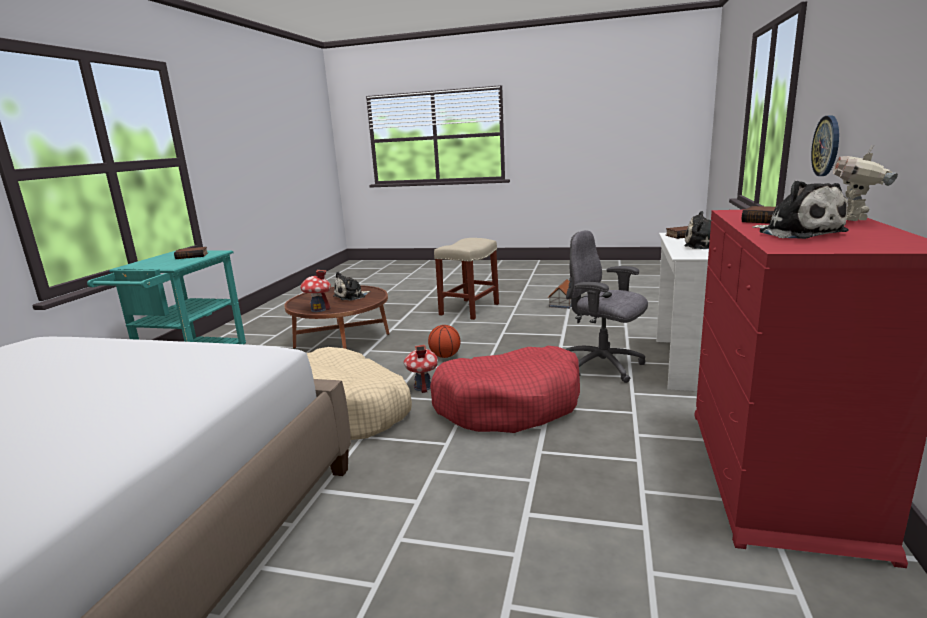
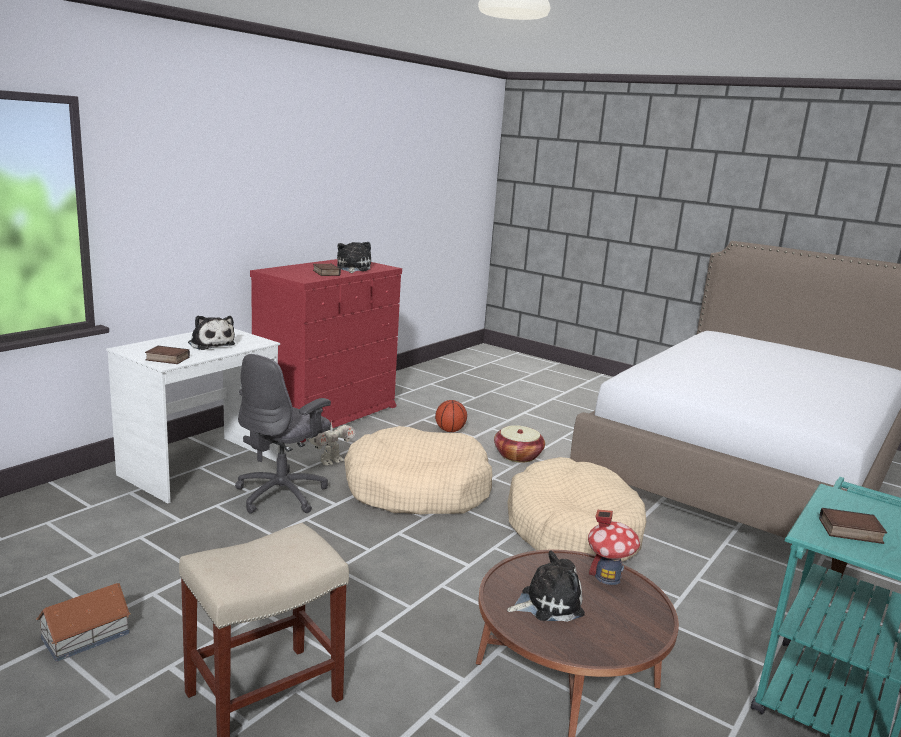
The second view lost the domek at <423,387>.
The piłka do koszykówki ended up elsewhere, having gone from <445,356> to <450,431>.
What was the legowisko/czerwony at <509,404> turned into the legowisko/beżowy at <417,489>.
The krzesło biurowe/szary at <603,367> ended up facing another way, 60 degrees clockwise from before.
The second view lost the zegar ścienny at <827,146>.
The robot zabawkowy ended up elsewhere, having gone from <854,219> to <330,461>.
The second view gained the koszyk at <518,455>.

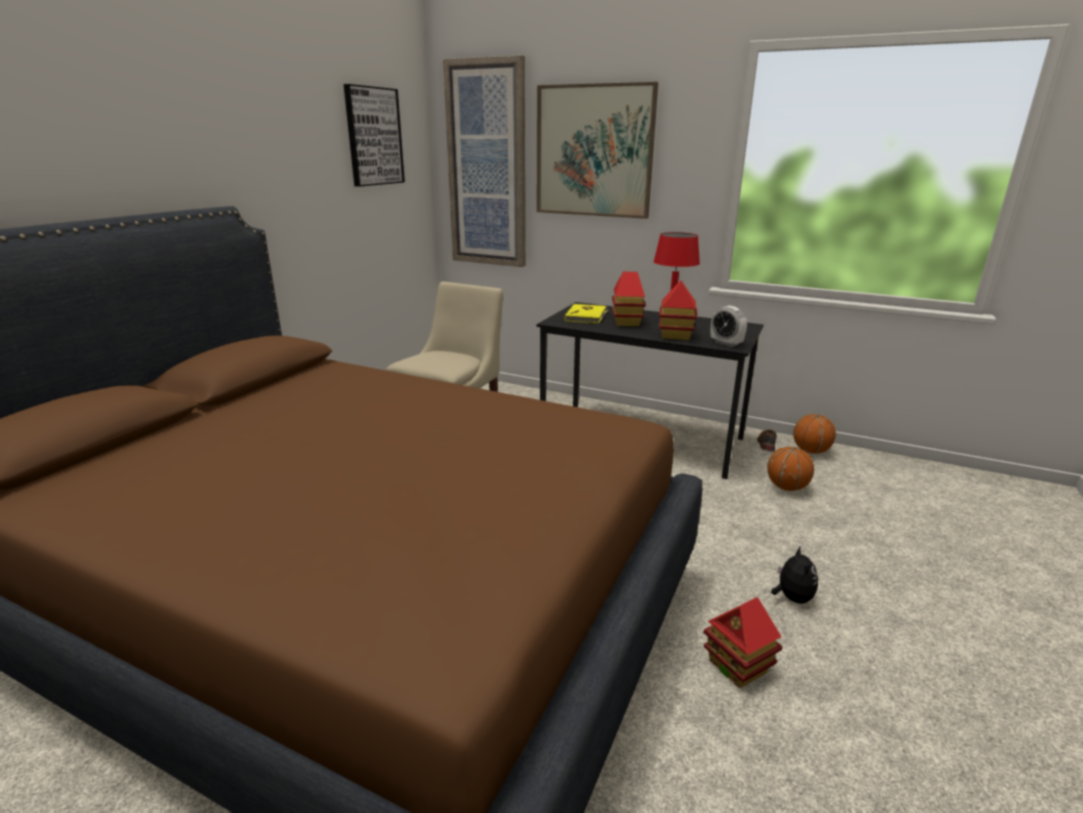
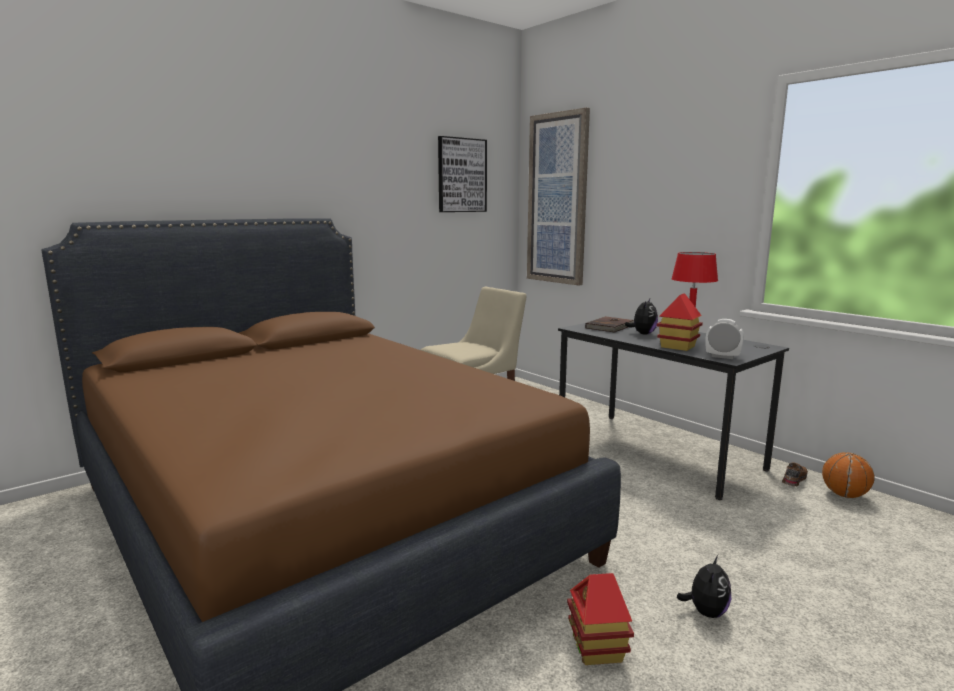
The second view lost the obraz at <594,151>.
What was the książka/żółty at <586,316> turned into the książka/brązowy at <610,327>.
Where the domek stood at <626,322>, the pluszak came to stand at <643,334>.
The budzik at <726,343> ended up facing another way, 135 degrees clockwise from before.
The second view lost the piłka do koszykówki at <786,487>.

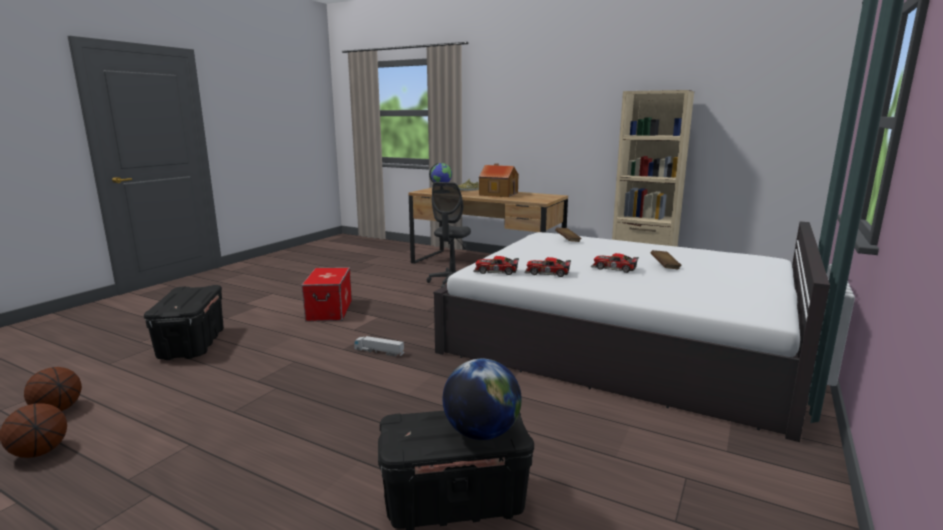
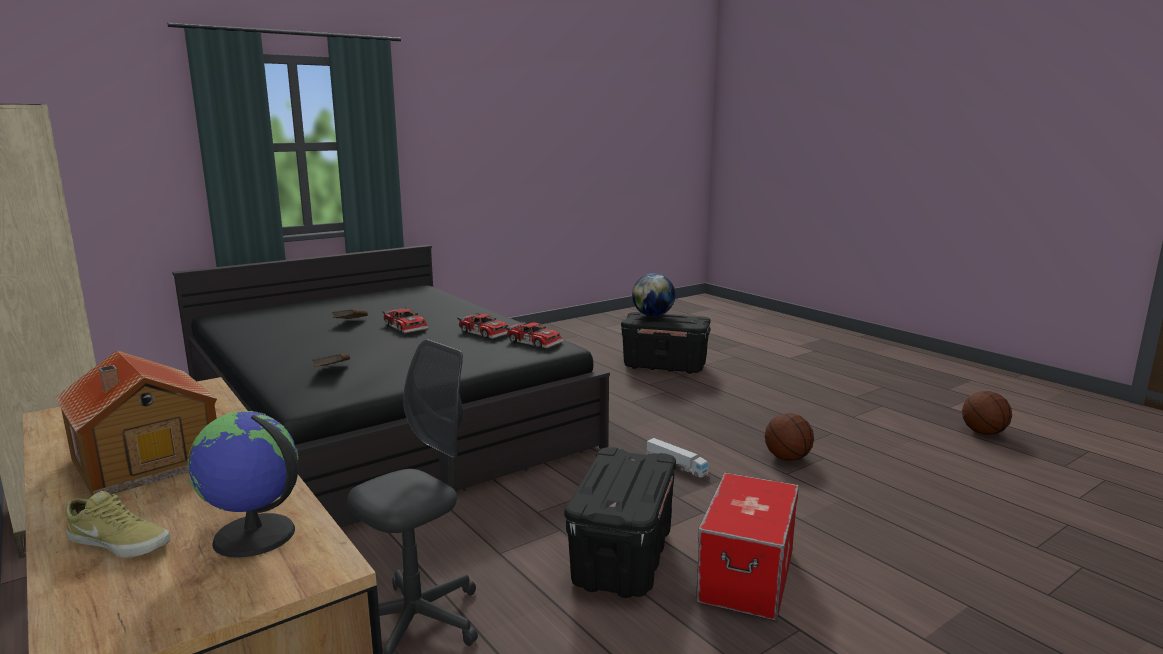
The piłka do koszykówki ended up elsewhere, having gone from <57,409> to <788,458>.
The pojemnik do przechowywania/czarny ended up elsewhere, having gone from <192,345> to <622,557>.
What was the łóżko/biały at <623,340> turned into the łóżko/czarny at <383,422>.

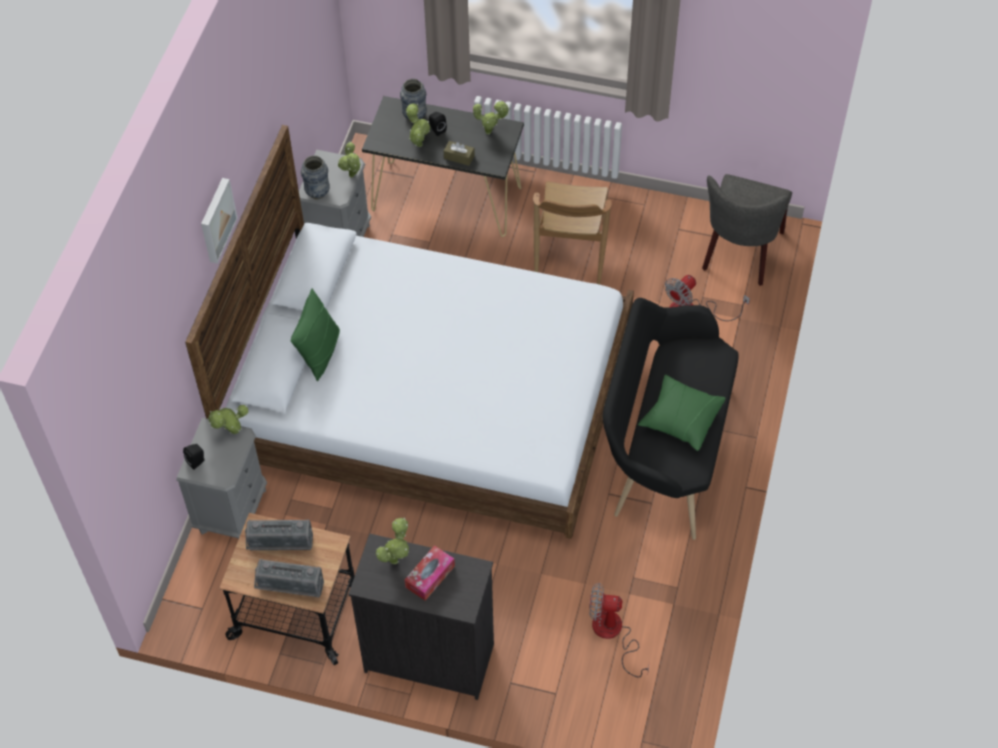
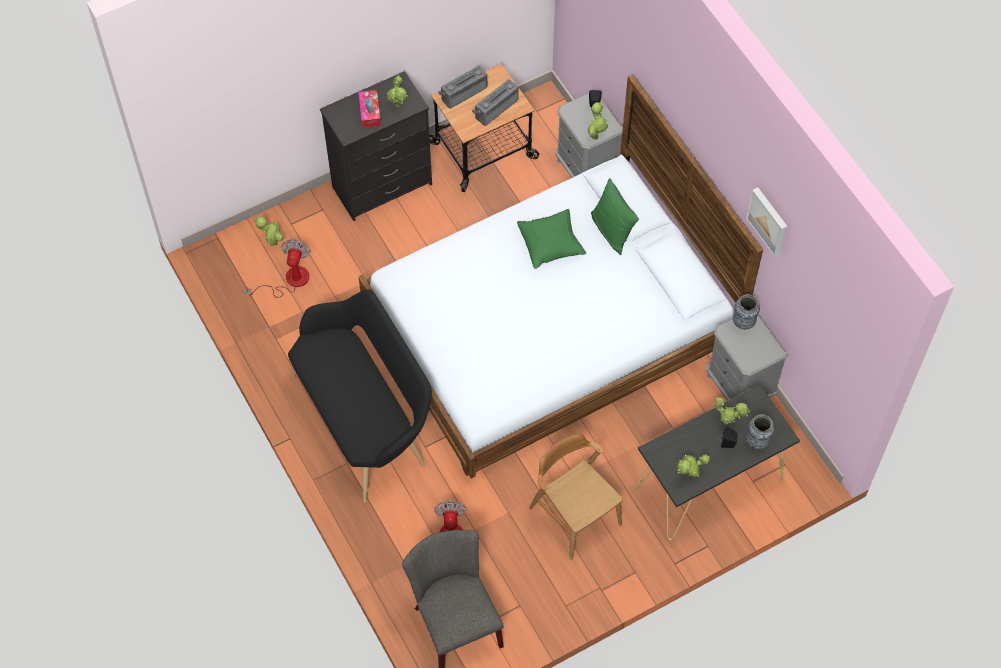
The obraz ended up elsewhere, having gone from <216,220> to <769,220>.
The roślina doniczkowa ended up elsewhere, having gone from <352,177> to <273,243>.
The second view lost the pudełko chusteczek/brązowy at <459,157>.
The wentylator at <613,634> ended up facing another way, 45 degrees counterclockwise from before.
The poduszka/zielony ended up elsewhere, having gone from <681,419> to <551,244>.

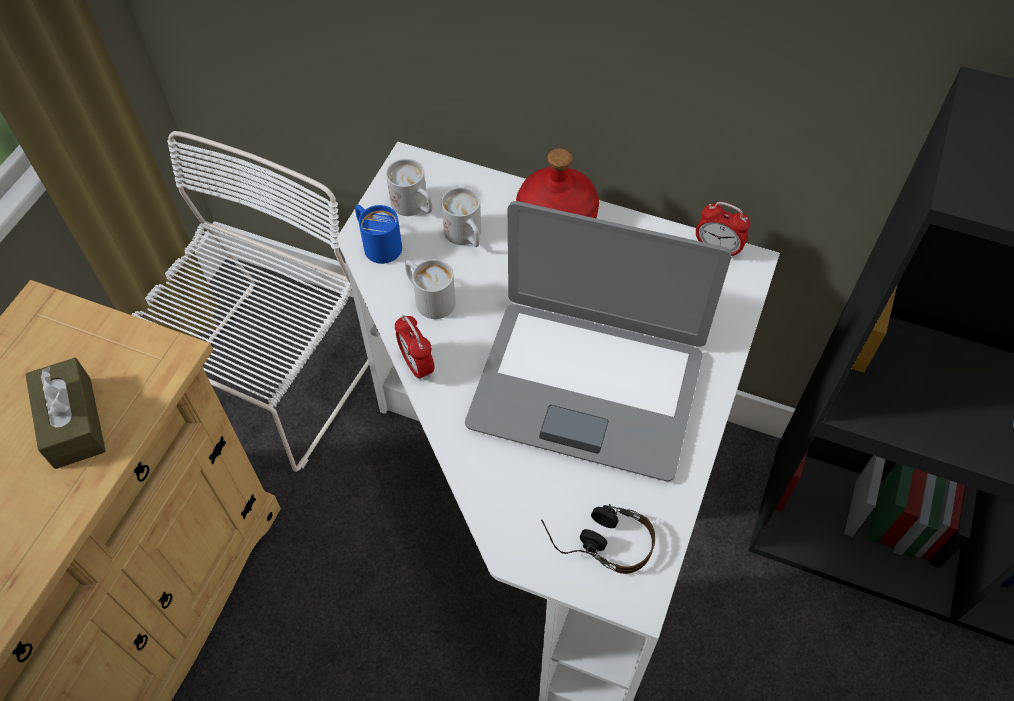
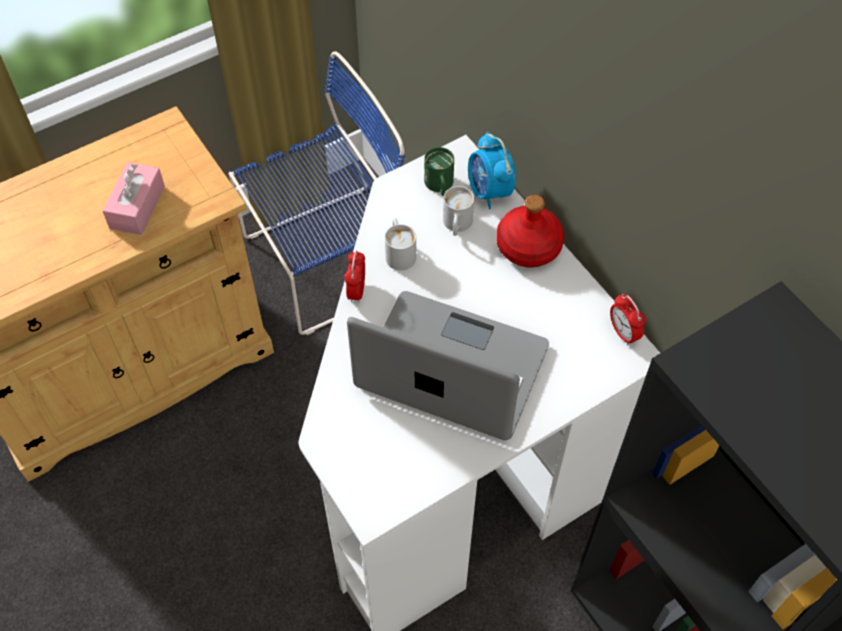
What was the pudełko chusteczek/brązowy at <73,422> turned into the pudełko chusteczek/różowy at <137,207>.
What was the krzesło/biały at <269,379> turned into the krzesło/niebieski at <329,261>.
The second view lost the kubek/niebieski at <377,244>.
What was the kubek/biały at <414,207> turned into the kubek/zielony at <440,186>.
The laptop at <587,386> ended up facing another way, 150 degrees clockwise from before.
The second view lost the słuchawki at <598,539>.
The second view gained the budzik at <489,192>.

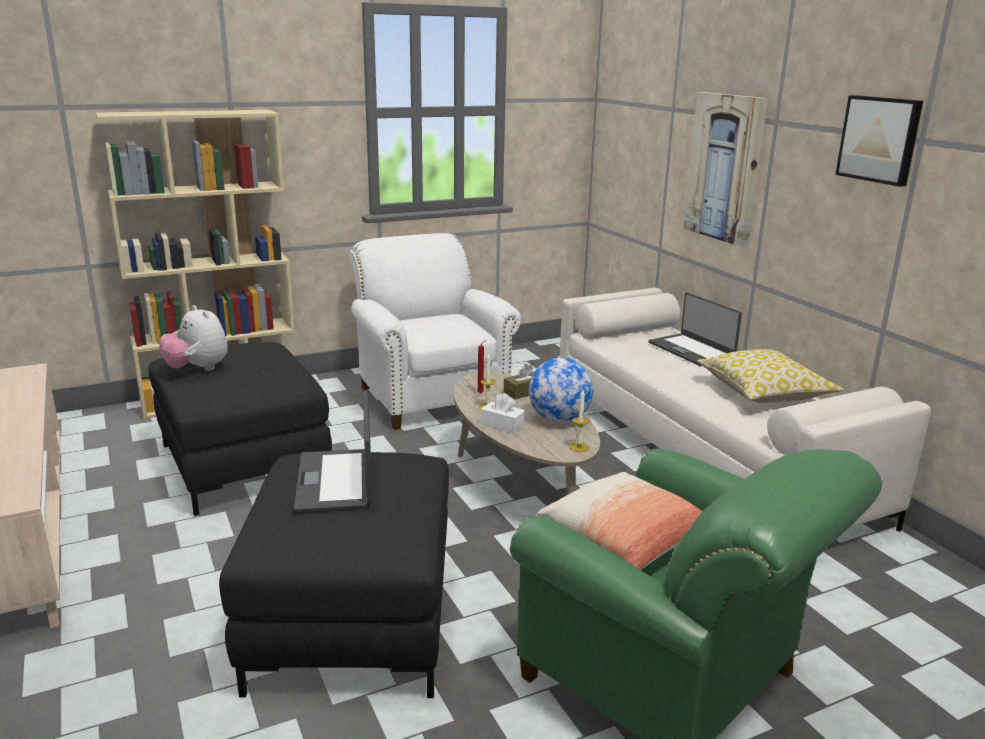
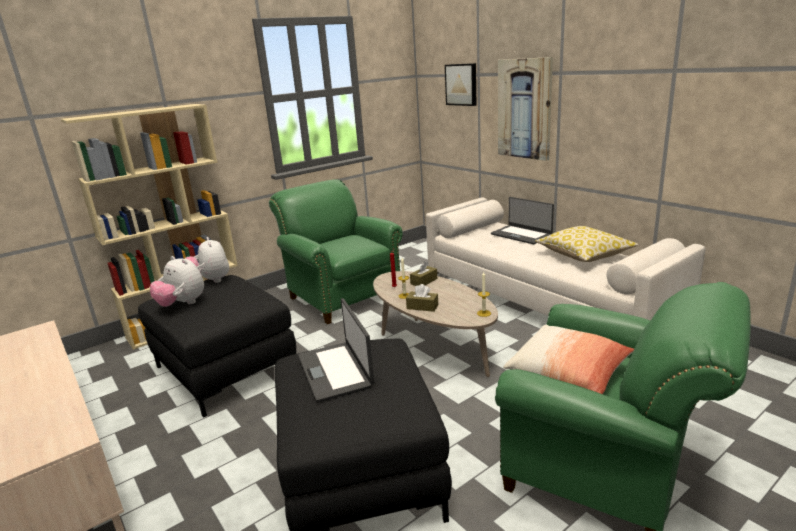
What was the fotel/biały at <429,395> turned into the fotel/zielony at <341,295>.
What was the pudełko chusteczek/biały at <502,425> turned into the pudełko chusteczek/brązowy at <422,307>.
The second view lost the globus at <559,419>.
The obraz ended up elsewhere, having gone from <880,139> to <462,84>.
The second view gained the pluszak at <210,281>.

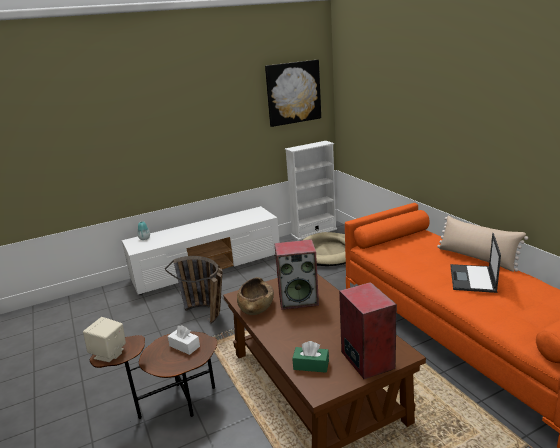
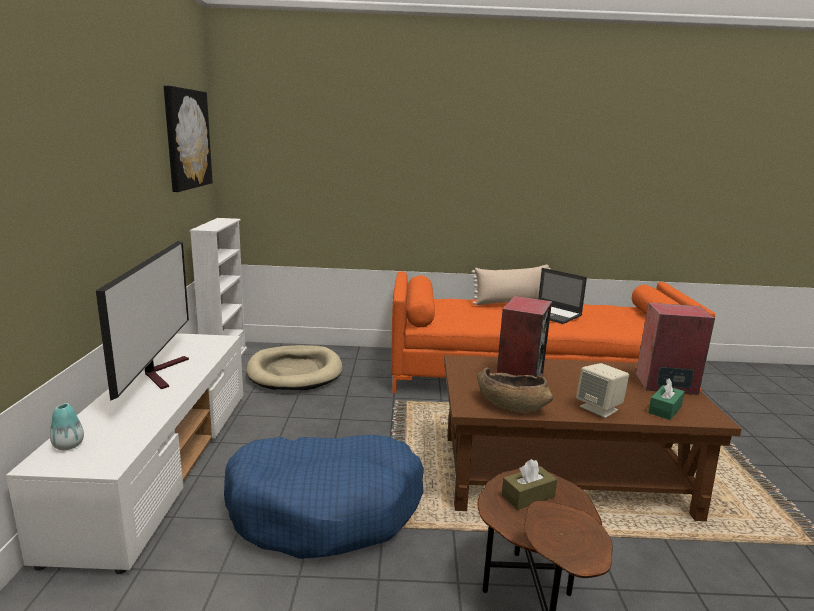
The głośnik/beżowy ended up elsewhere, having gone from <109,354> to <599,408>.
Where the koszyk stood at <208,317>, the legowisko/niebieski came to stand at <326,508>.
What was the pudełko chusteczek/biały at <184,346> turned into the pudełko chusteczek/brązowy at <528,496>.
The second view gained the telewizor at <161,372>.

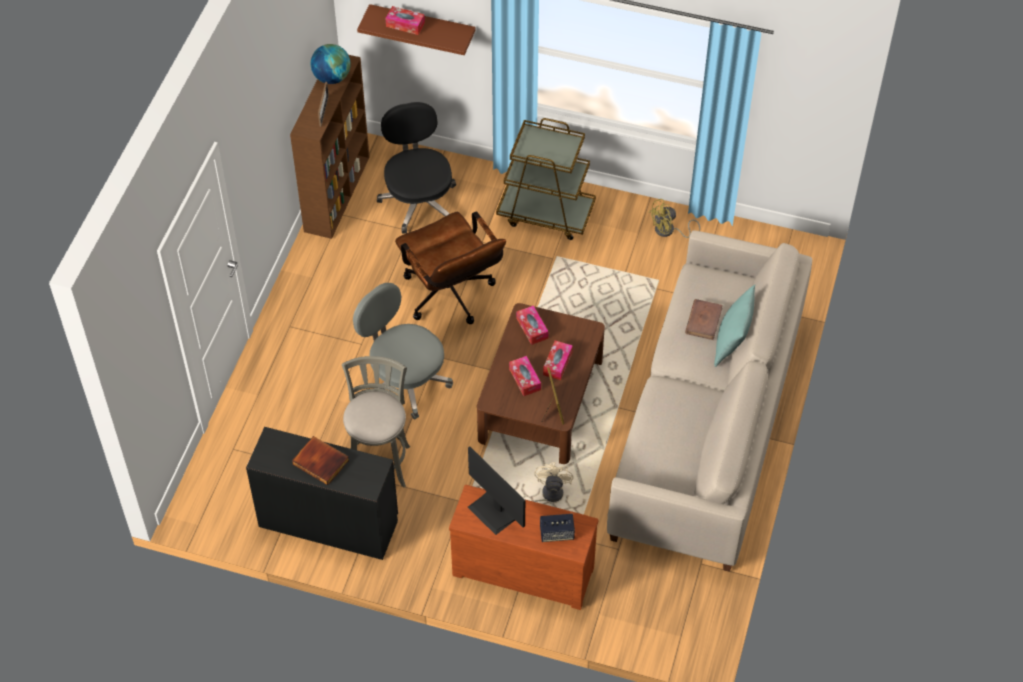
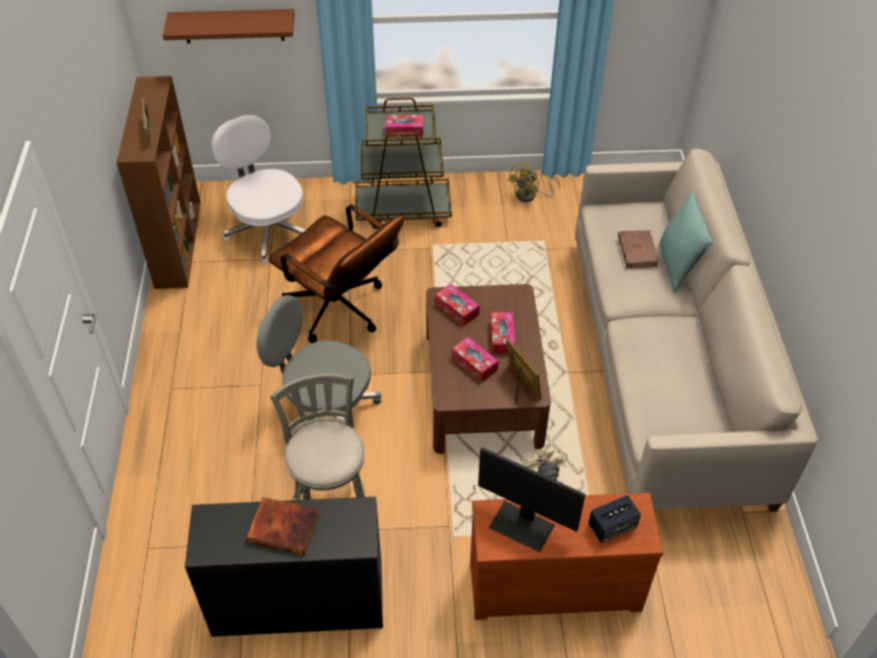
The second view lost the globus at <332,77>.
What was the krzesło biurowe/czarny at <418,201> turned into the krzesło biurowe/biały at <268,229>.
The pudełko chusteczek ended up elsewhere, having gone from <405,24> to <404,131>.

